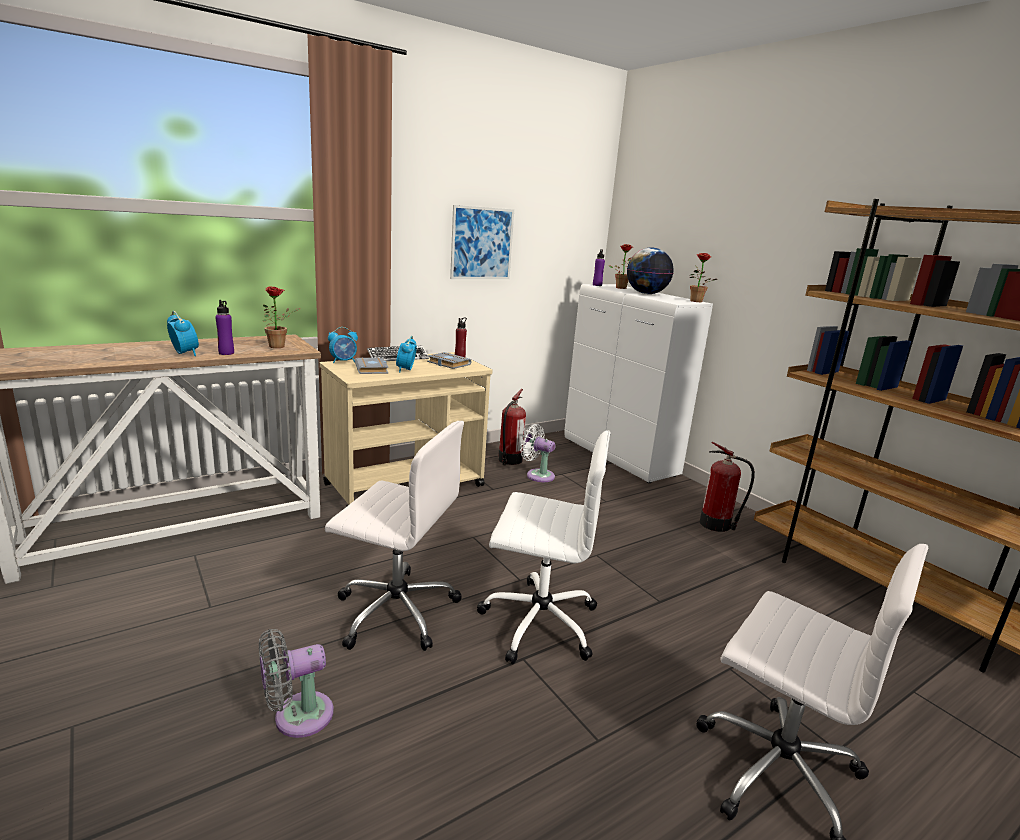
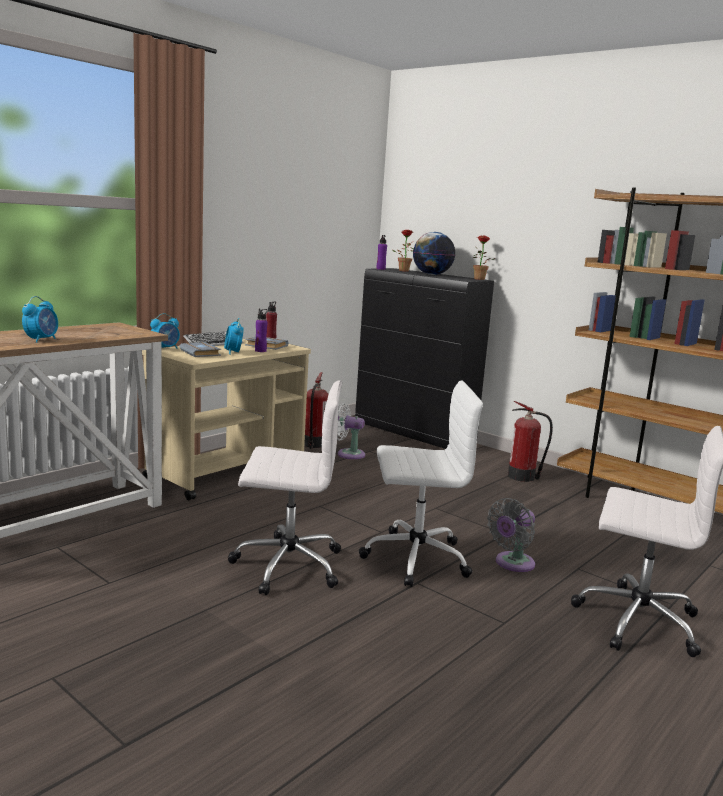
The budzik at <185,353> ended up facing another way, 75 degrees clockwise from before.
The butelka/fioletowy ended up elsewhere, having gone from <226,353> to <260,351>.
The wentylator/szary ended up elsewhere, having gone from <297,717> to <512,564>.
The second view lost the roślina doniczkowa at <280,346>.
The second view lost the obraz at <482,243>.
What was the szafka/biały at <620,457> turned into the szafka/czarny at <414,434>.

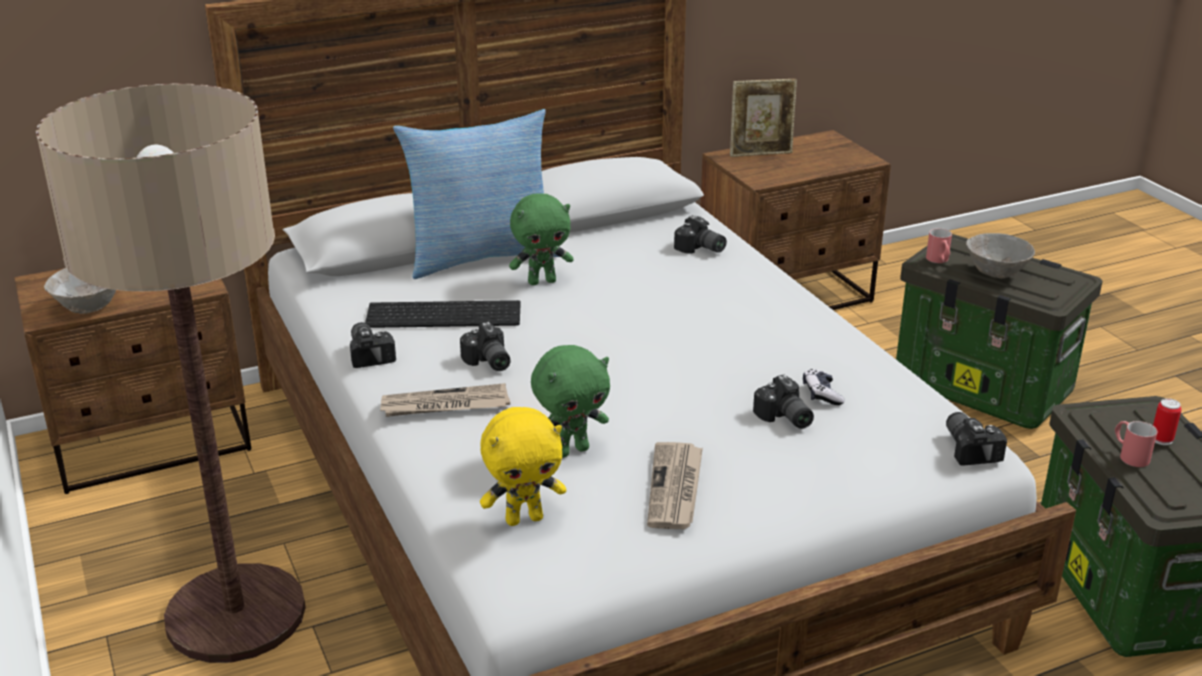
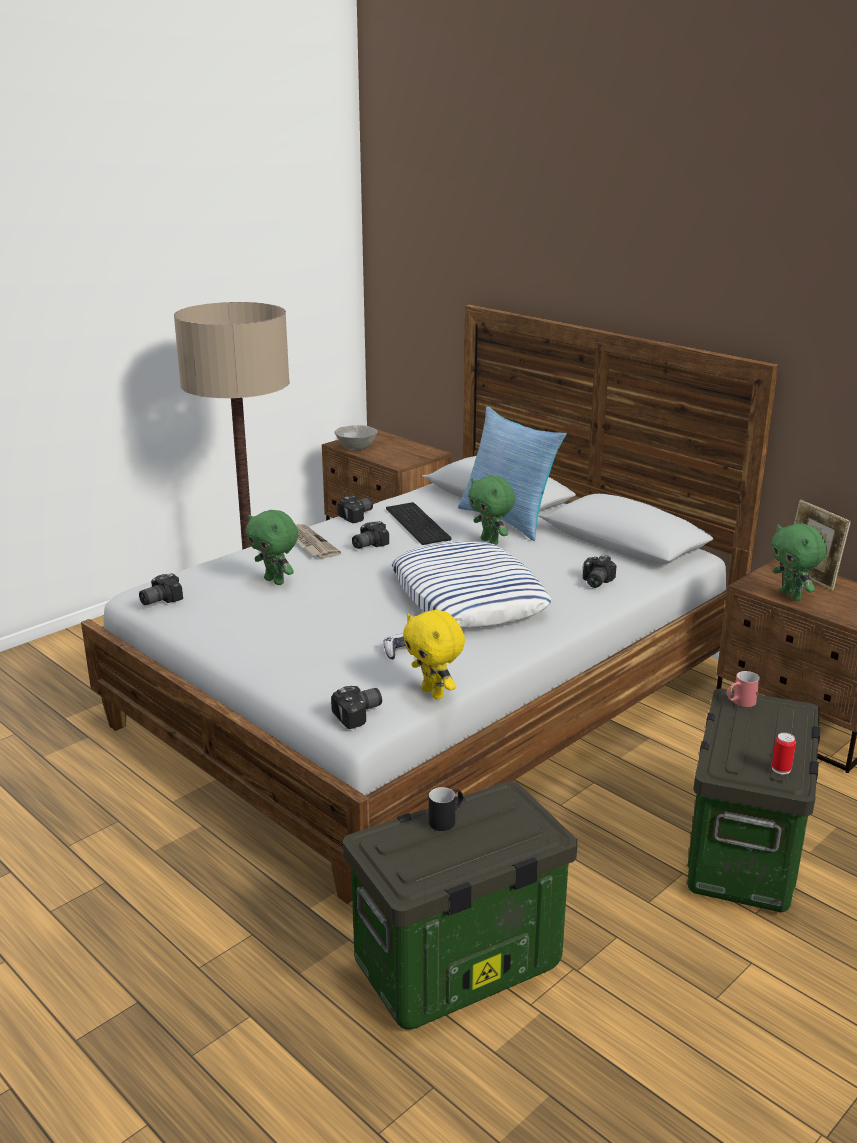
The pluszak/żółty ended up elsewhere, having gone from <524,518> to <434,693>.
The second view lost the gazeta at <675,489>.
The aparat fotograficzny ended up elsewhere, having gone from <784,418> to <158,599>.
The second view lost the miska/szary at <996,273>.
What was the kubek/czerwony at <1129,455> turned into the kubek/czarny at <447,819>.
The puszka ended up elsewhere, having gone from <1161,439> to <781,769>.
The second view gained the poduszka at <468,596>.
The second view gained the pluszak/zielony at <791,596>.

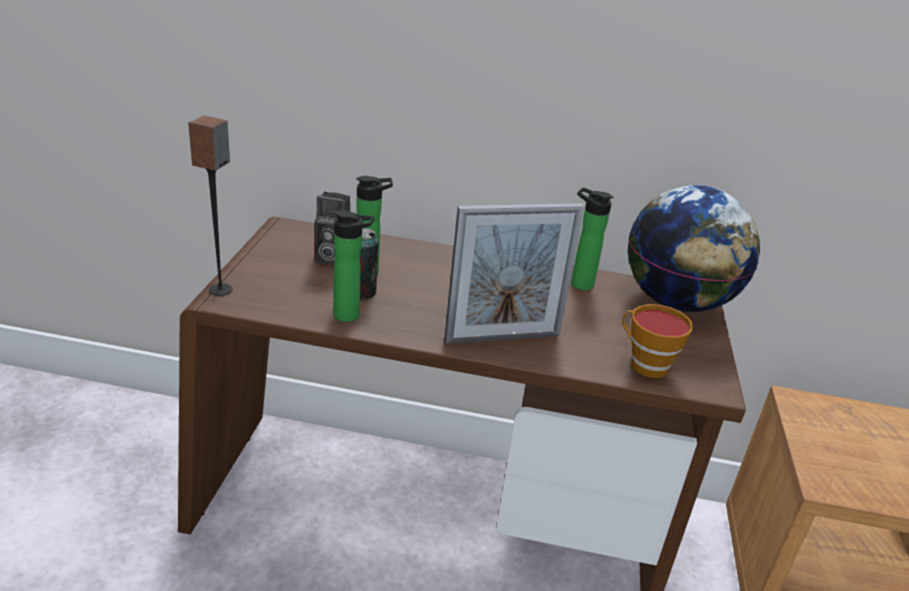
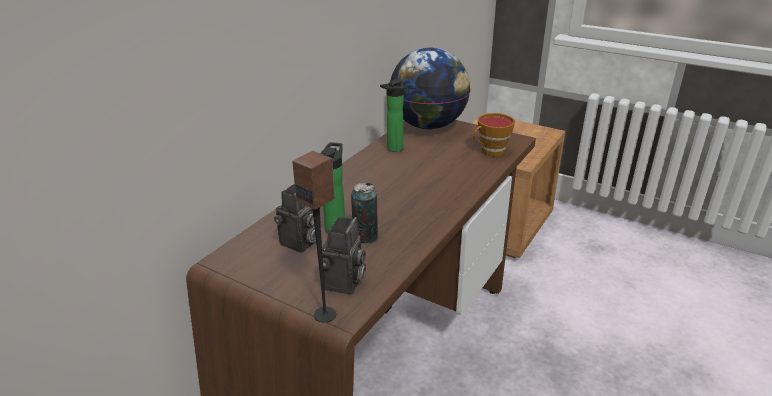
The second view lost the butelka at <350,316>.
The second view lost the ramka na zdjęcie at <502,338>.
The second view gained the aparat fotograficzny at <344,284>.

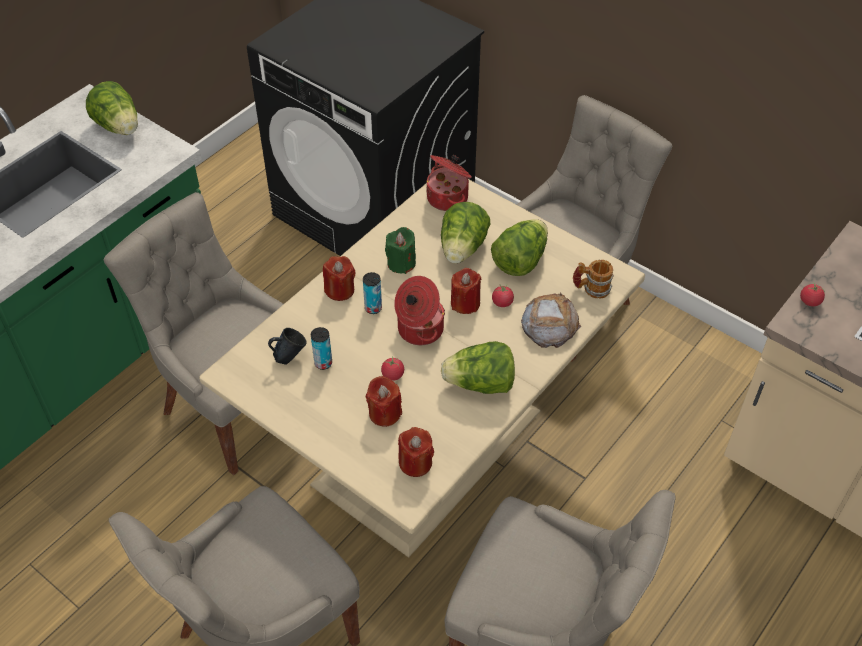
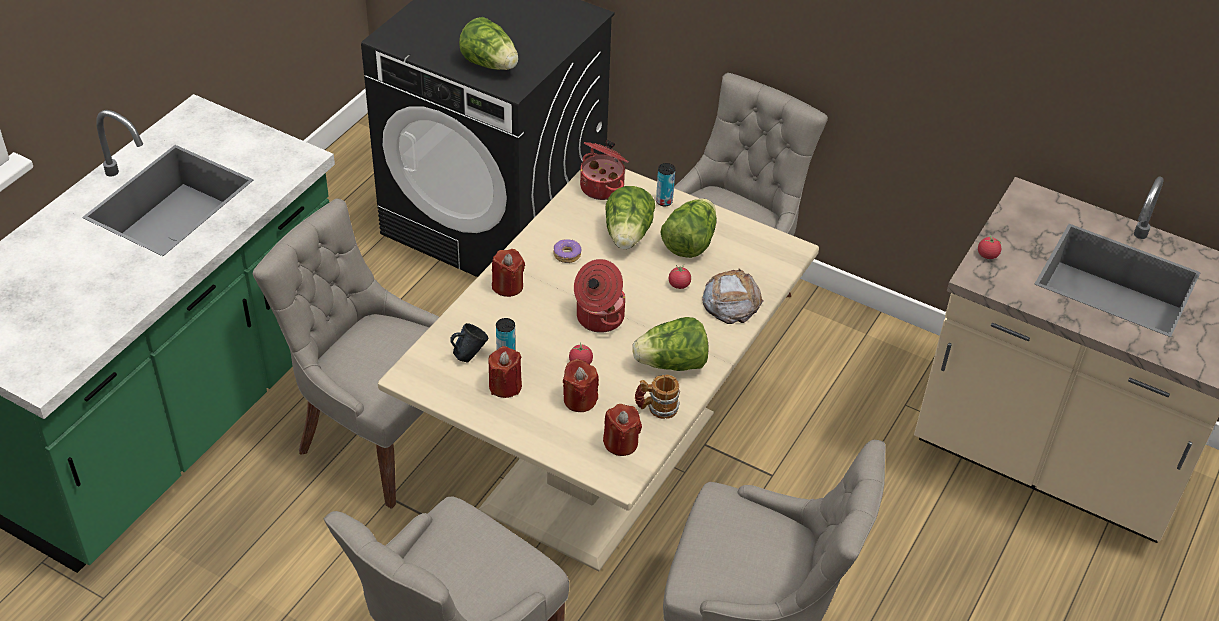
The sałata ended up elsewhere, having gone from <119,127> to <490,64>.
The puszka ended up elsewhere, having gone from <373,308> to <664,201>.
Where the świeca/zielony stood at <401,263>, the donut came to stand at <567,255>.
The świeca/czerwony ended up elsewhere, having gone from <465,303> to <505,386>.
The kubek ended up elsewhere, having gone from <591,289> to <656,408>.

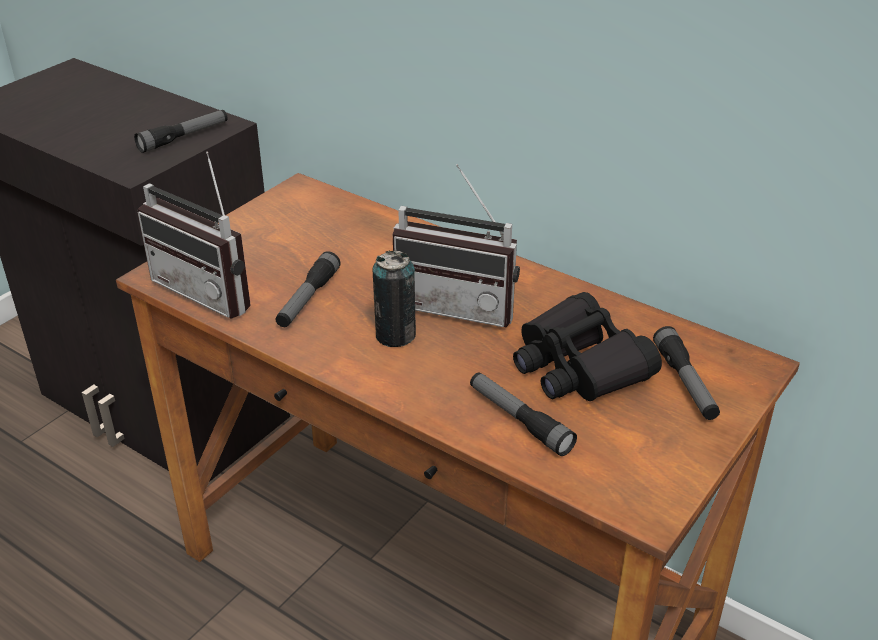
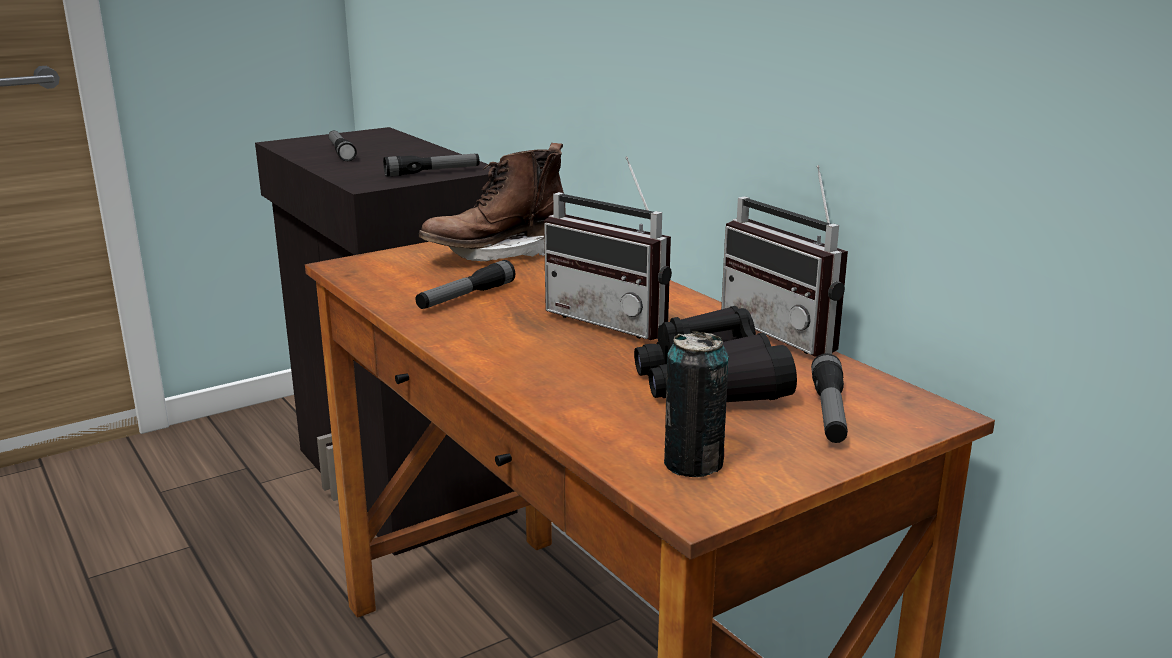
The radio ended up elsewhere, having gone from <212,289> to <790,333>.
The puszka ended up elsewhere, having gone from <395,335> to <693,463>.
The latarka ended up elsewhere, having gone from <519,420> to <341,152>.
The second view gained the but z cholewką/brązowy at <496,254>.

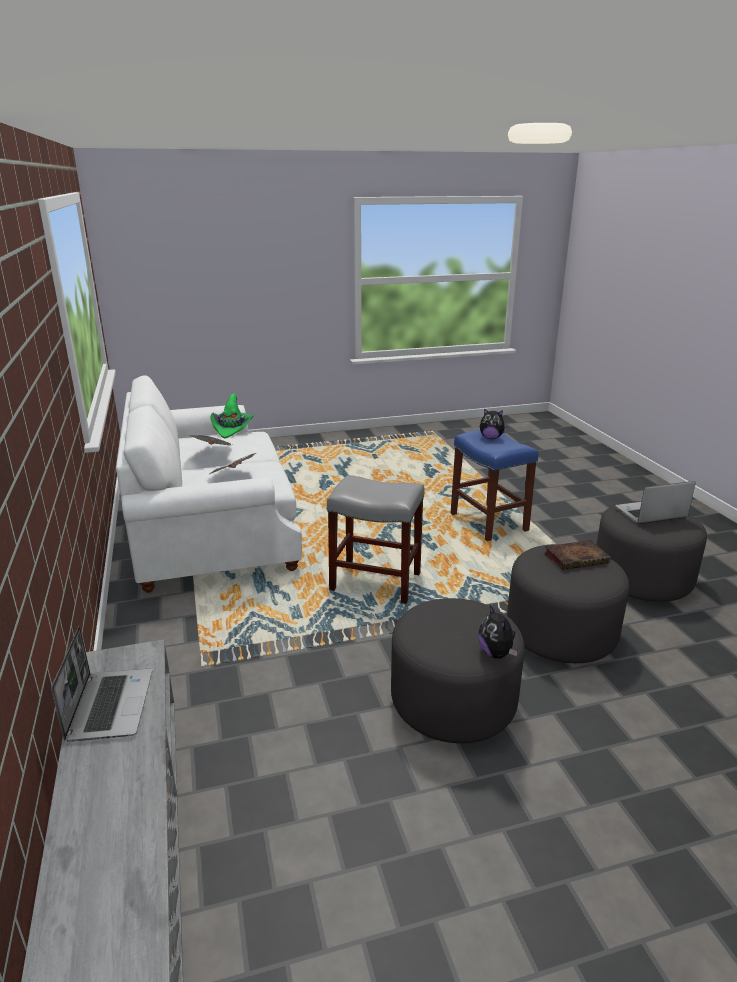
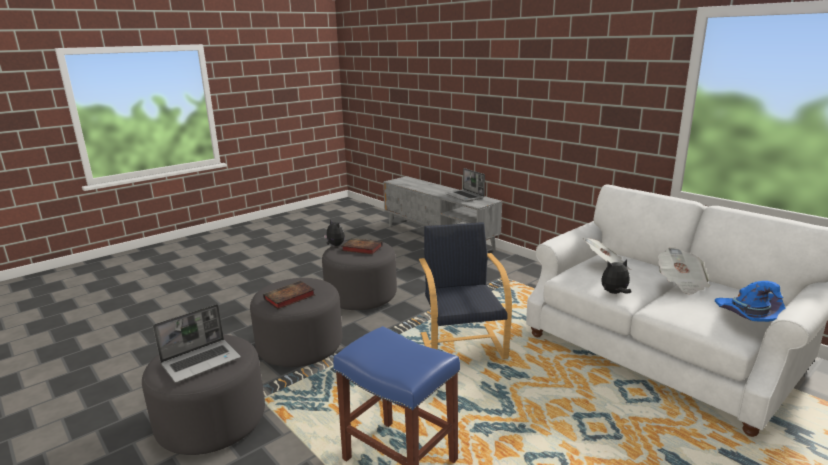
What was the kapelusz/zielony at <232,429> turned into the kapelusz/niebieski at <747,316>.
Where the stołek/szary stood at <374,582>, the fotel/czarny came to stand at <462,345>.
The pluszak ended up elsewhere, having gone from <491,438> to <614,293>.
The second view gained the książka at <361,248>.

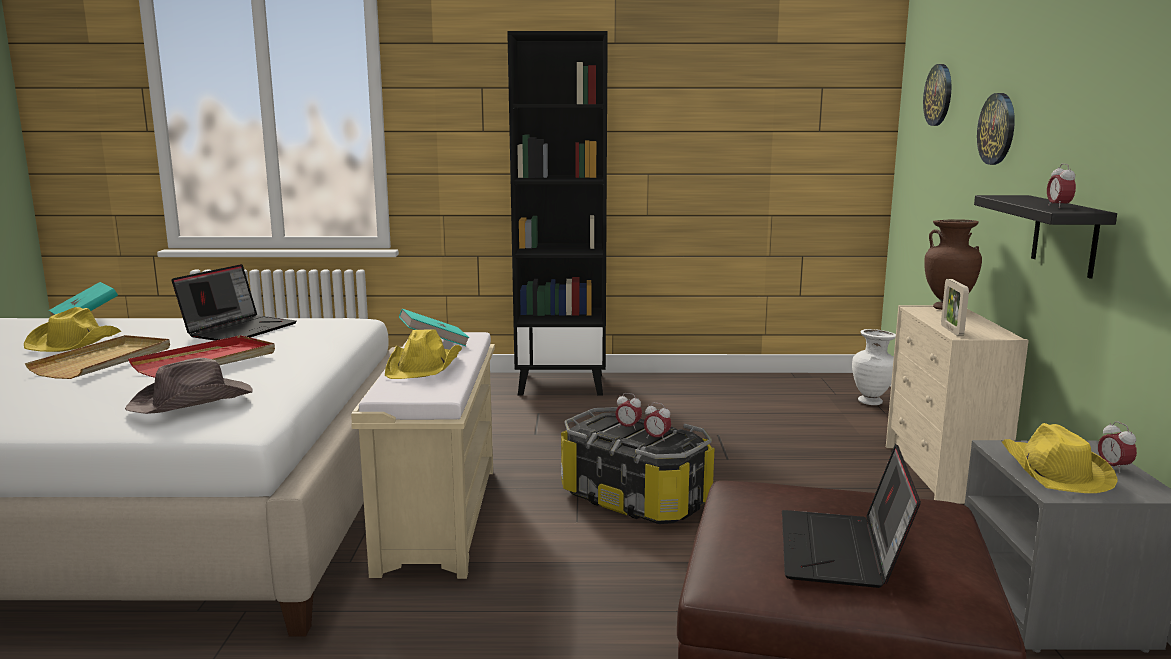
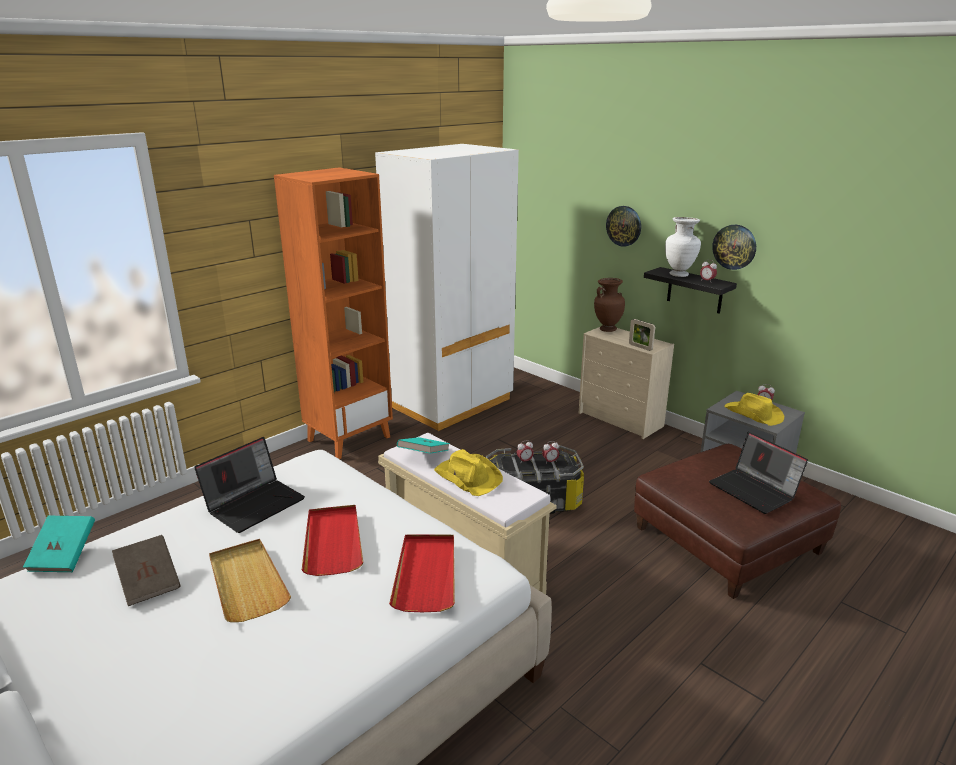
Where the kapelusz/żółty stood at <73,342>, the książka/brązowy came to stand at <149,582>.
Where the kapelusz/brązowy stood at <192,401>, the taca/czerwony came to stand at <426,574>.
The laptop at <239,329> ended up facing another way, 60 degrees clockwise from before.
What was the regał/czarny at <562,384> turned into the regał/pomarańczowy at <349,438>.
The wazon/biały ended up elsewhere, having gone from <871,402> to <679,275>.
The zegar ścienny ended up elsewhere, having gone from <939,95> to <734,247>.
The second view gained the szafa/biały at <452,404>.

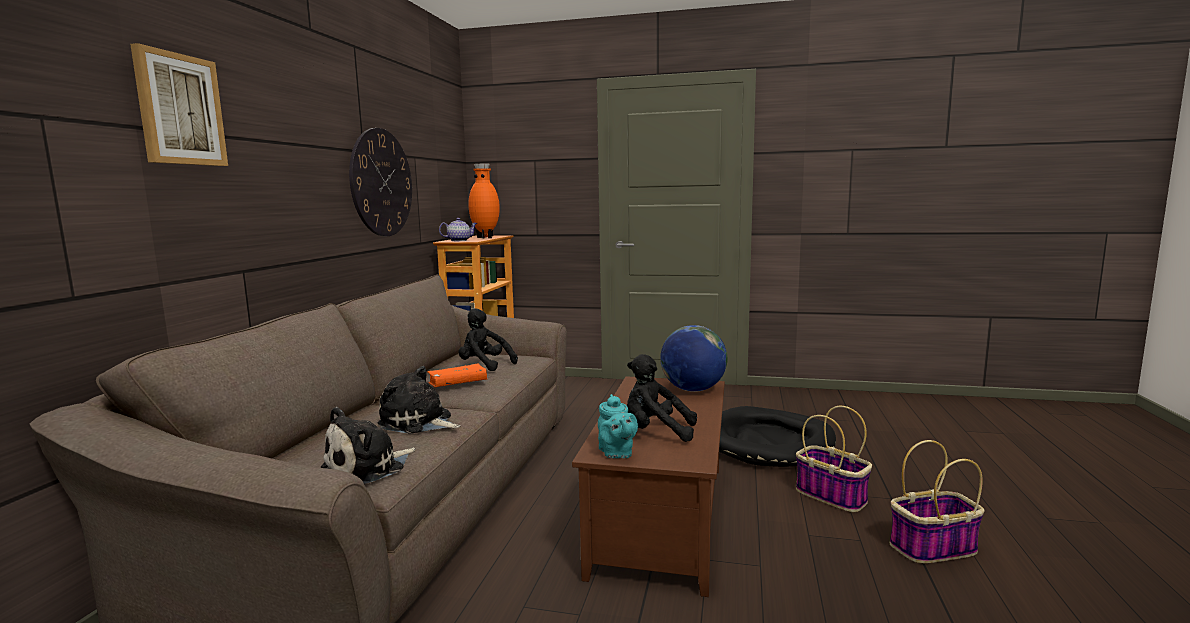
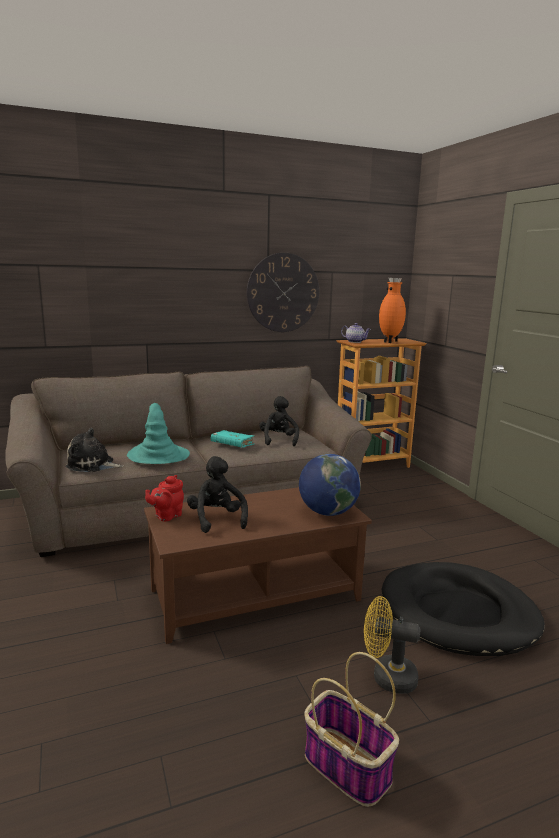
The second view lost the obraz at <179,110>.
Where the pluszak stood at <418,422>, the kapelusz/turkusowy came to stand at <158,455>.
What was the książka/pomarańczowy at <457,384> turned into the książka/turkusowy at <232,444>.
What was the imbryk/turkusowy at <616,453> turned into the imbryk/czerwony at <166,516>.
Where the koszyk stood at <832,496>, the wentylator/żółty came to stand at <387,677>.

